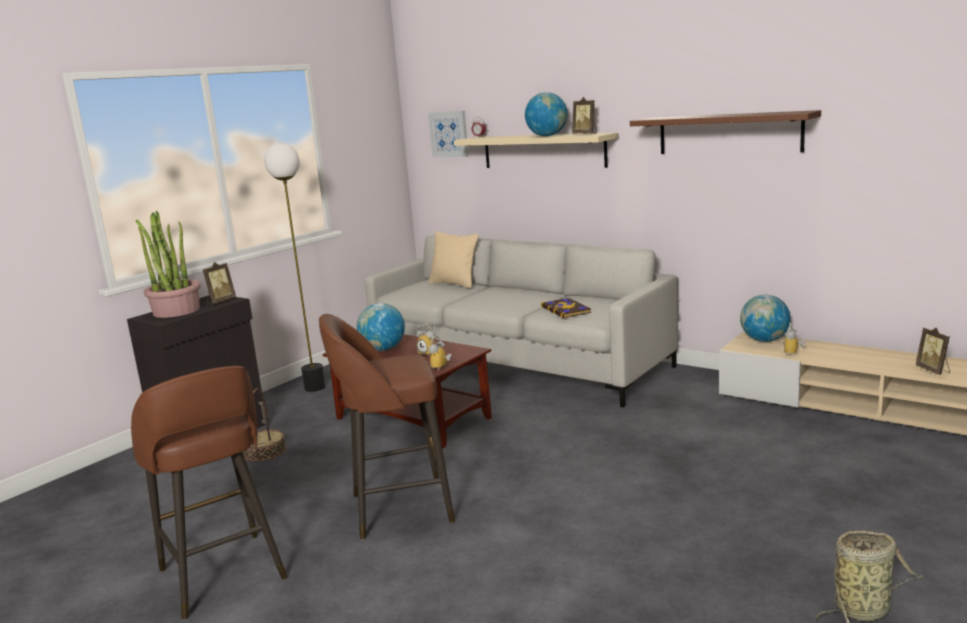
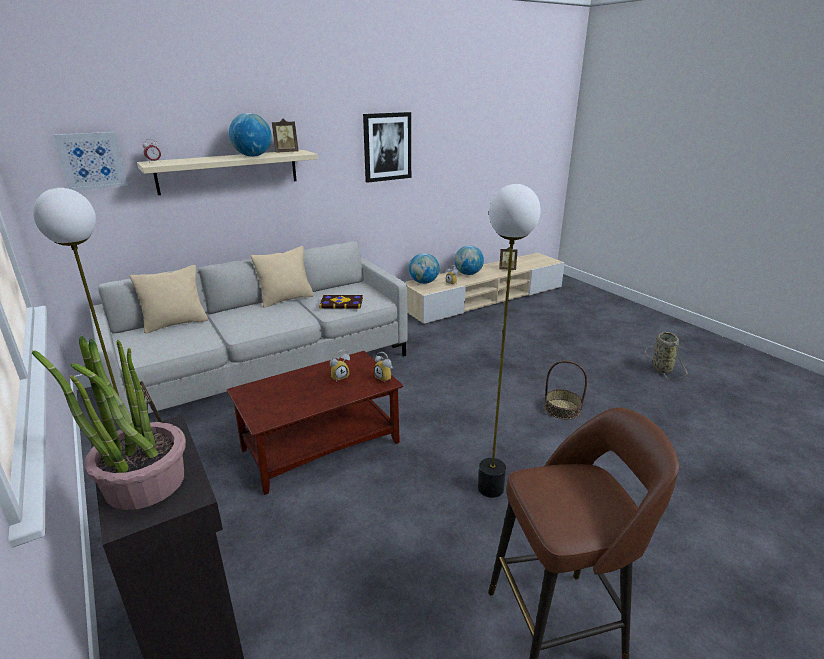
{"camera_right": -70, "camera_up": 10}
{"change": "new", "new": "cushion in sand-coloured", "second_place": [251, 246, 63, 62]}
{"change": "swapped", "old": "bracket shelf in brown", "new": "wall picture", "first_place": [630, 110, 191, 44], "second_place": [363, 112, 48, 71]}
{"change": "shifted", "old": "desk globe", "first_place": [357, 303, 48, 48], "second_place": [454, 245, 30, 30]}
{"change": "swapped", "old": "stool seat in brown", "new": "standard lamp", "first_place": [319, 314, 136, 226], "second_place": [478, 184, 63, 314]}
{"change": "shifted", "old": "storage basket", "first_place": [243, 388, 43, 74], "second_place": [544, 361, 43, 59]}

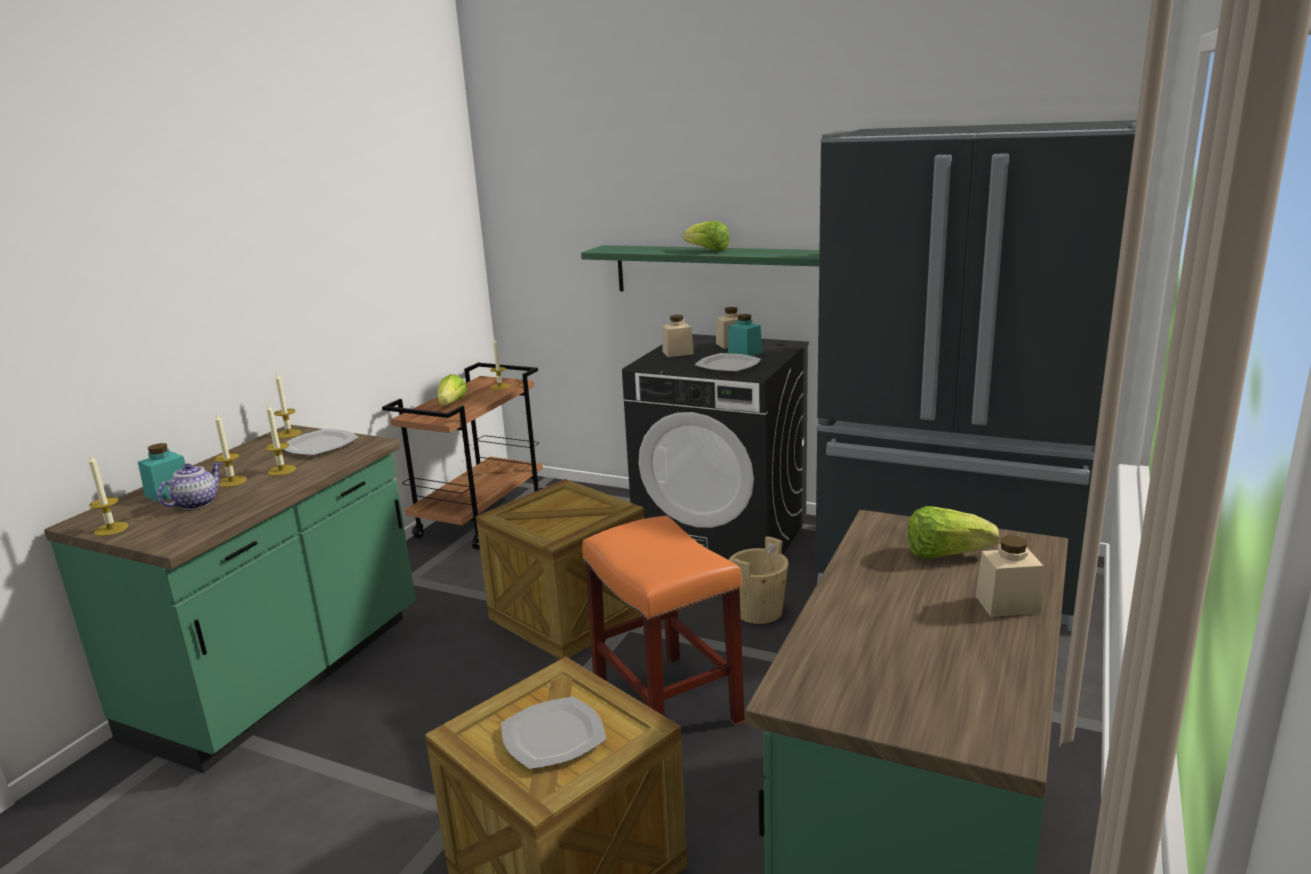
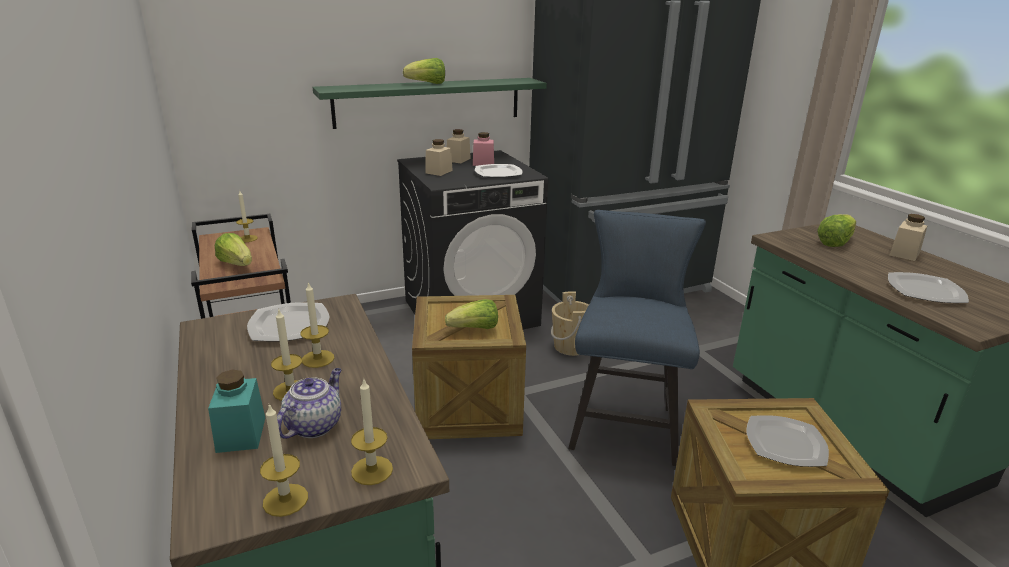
{"camera_right": -50, "camera_up": 5}
{"change": "rotated", "old": "tea pot", "first_place": [157, 462, 64, 48], "second_place": [277, 368, 65, 71], "degrees": 45}
{"change": "shifted", "old": "wax candle", "first_place": [274, 374, 28, 64], "second_place": [351, 379, 42, 106]}
{"change": "new", "new": "lettuce", "second_place": [445, 299, 53, 30]}
{"change": "repainted", "old": "jar in turquoise-coloured", "new": "jar in pink-coloured", "first_place": [728, 314, 34, 42], "second_place": [473, 132, 21, 34]}
{"change": "swapped", "old": "stool seat in orangey", "new": "upright chair in blue", "first_place": [582, 516, 163, 209], "second_place": [568, 210, 138, 256]}
{"change": "new", "new": "dinner plate", "second_place": [888, 272, 81, 31]}

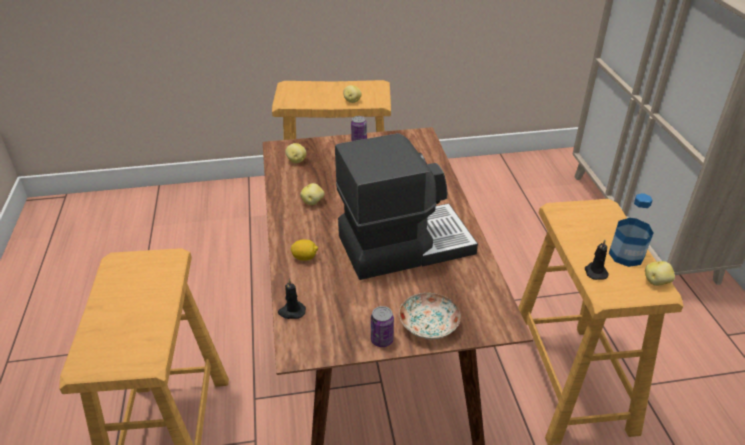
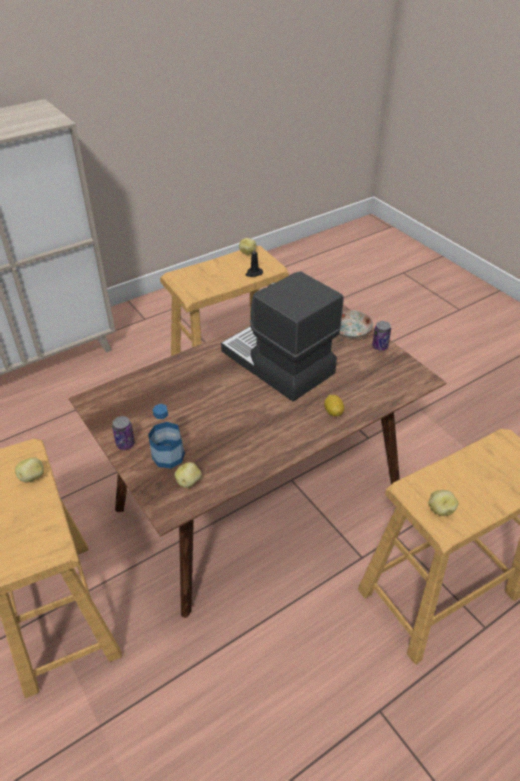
{"camera_right": -115, "camera_up": 5}
{"change": "shifted", "old": "bottle", "first_place": [609, 193, 44, 74], "second_place": [148, 404, 37, 64]}
{"change": "shifted", "old": "potato", "first_place": [300, 183, 24, 22], "second_place": [428, 490, 31, 26]}
{"change": "gone", "old": "wax candle in blackish", "first_place": [278, 279, 28, 40]}

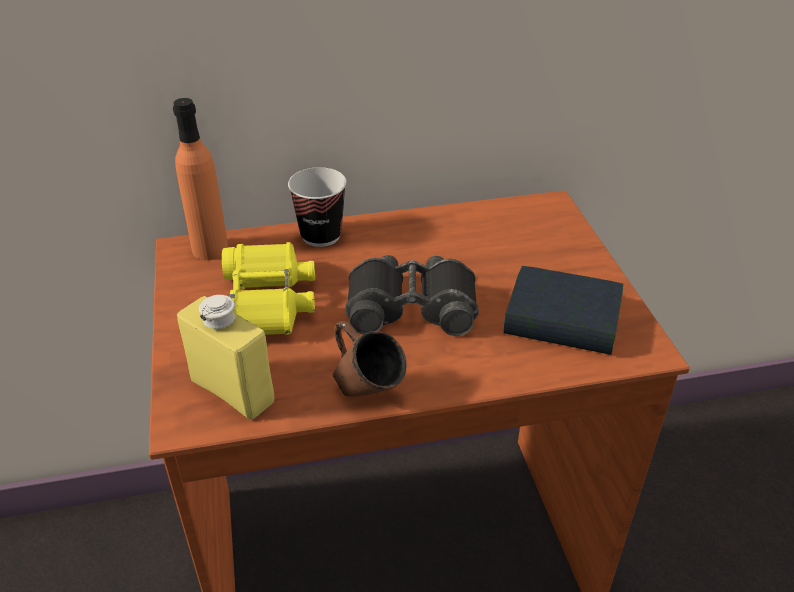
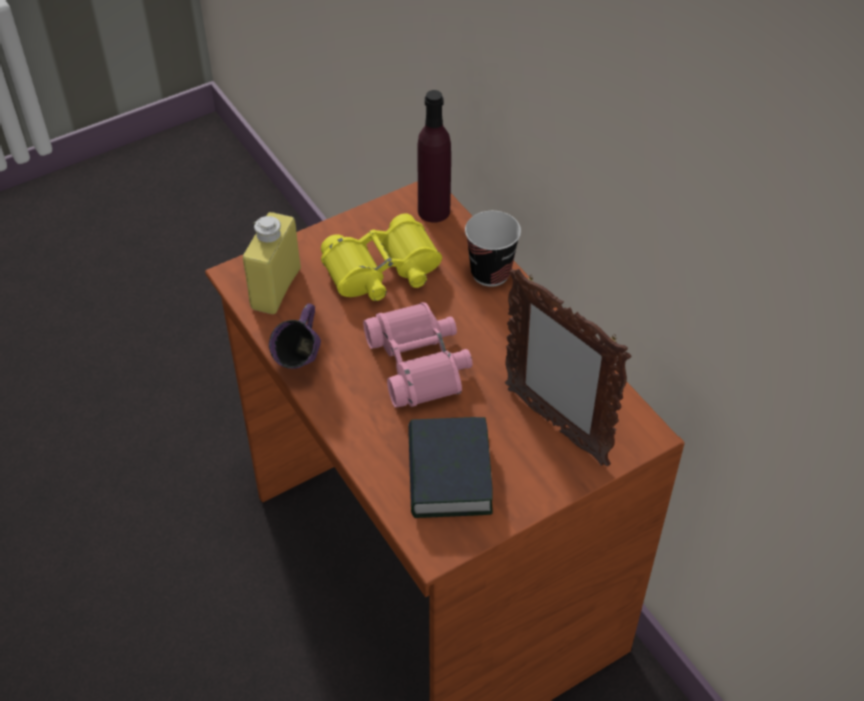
{"camera_right": 70, "camera_up": 10}
{"change": "repainted", "old": "coffee mug in brown", "new": "coffee mug in purple", "first_place": [333, 321, 74, 75], "second_place": [269, 303, 52, 66]}
{"change": "repainted", "old": "field glasses in blackish", "new": "field glasses in pink-coloured", "first_place": [345, 255, 134, 81], "second_place": [363, 302, 110, 106]}
{"change": "repainted", "old": "bottle in orangey", "new": "bottle in purple", "first_place": [173, 98, 55, 162], "second_place": [417, 90, 34, 133]}
{"change": "new", "new": "picture frame", "second_place": [505, 268, 127, 198]}

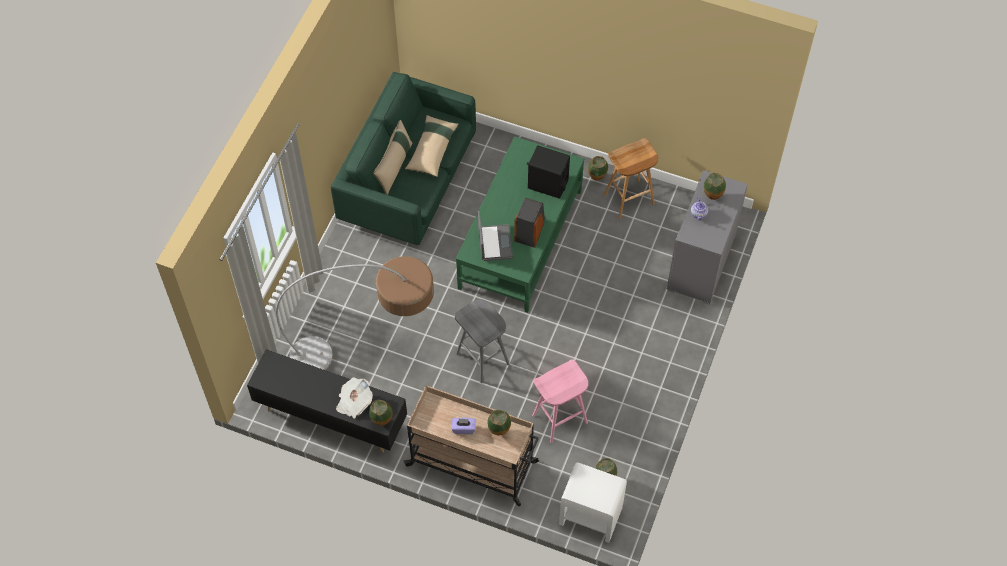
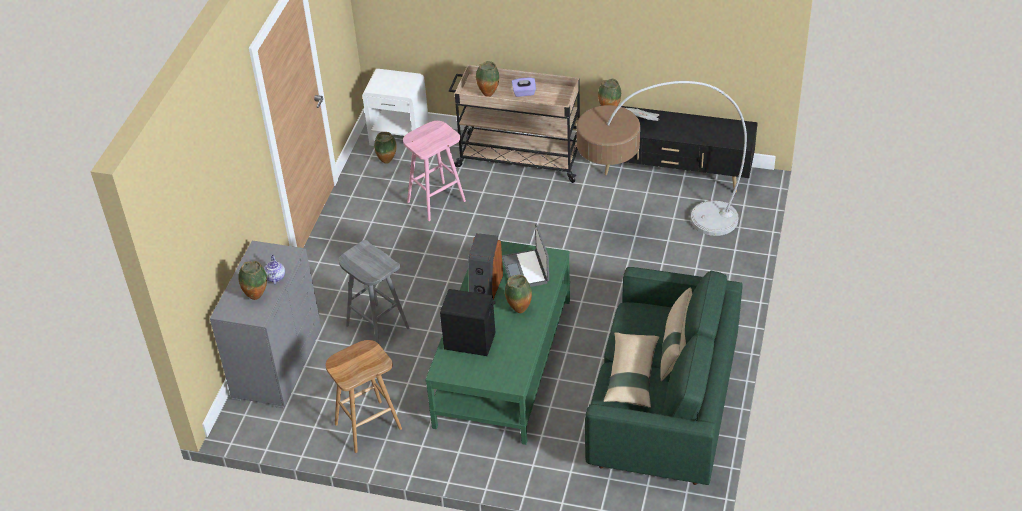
{"camera_right": 175, "camera_up": -15}
{"change": "shifted", "old": "stool seat in greyish", "first_place": [455, 299, 54, 84], "second_place": [339, 240, 70, 105]}
{"change": "shifted", "old": "decorative vase", "first_place": [588, 156, 20, 25], "second_place": [505, 275, 27, 38]}

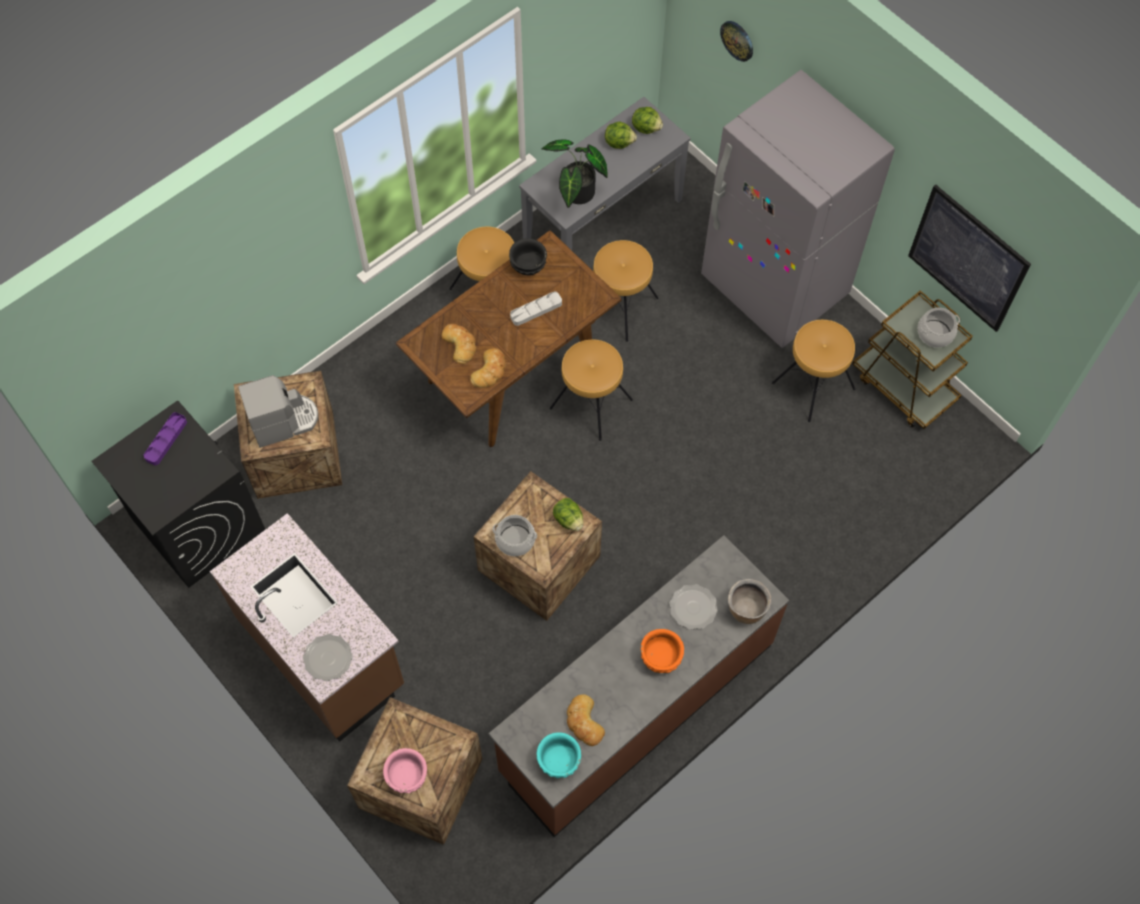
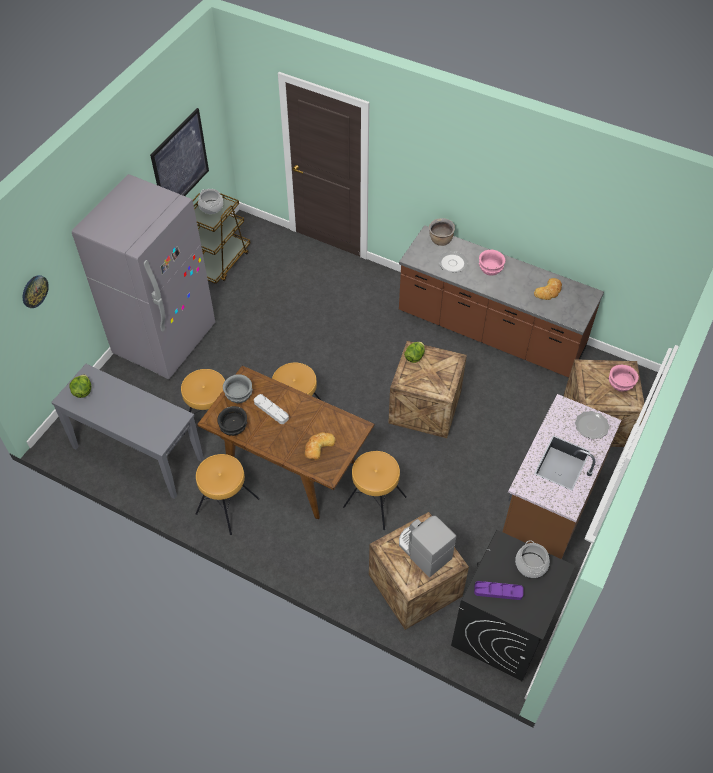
{"camera_right": -110, "camera_up": -10}
{"change": "new", "new": "bowl in greyish", "second_place": [223, 374, 30, 29]}
{"change": "shifted", "old": "stool seat in brown", "first_place": [772, 320, 83, 102], "second_place": [343, 451, 64, 79]}
{"change": "repainted", "old": "bowl in orangey", "new": "bowl in pink-coloured", "first_place": [641, 629, 43, 44], "second_place": [479, 250, 26, 26]}
{"change": "shifted", "old": "stockpot", "first_place": [492, 515, 45, 41], "second_place": [515, 540, 35, 38]}
{"change": "gone", "old": "bread", "first_place": [470, 348, 36, 40]}
{"change": "gone", "old": "bowl in turquoise-coloured", "first_place": [536, 732, 45, 46]}
{"change": "gone", "old": "potted plant", "first_place": [542, 139, 66, 69]}
{"change": "gone", "old": "lettuce", "first_place": [605, 121, 32, 28]}

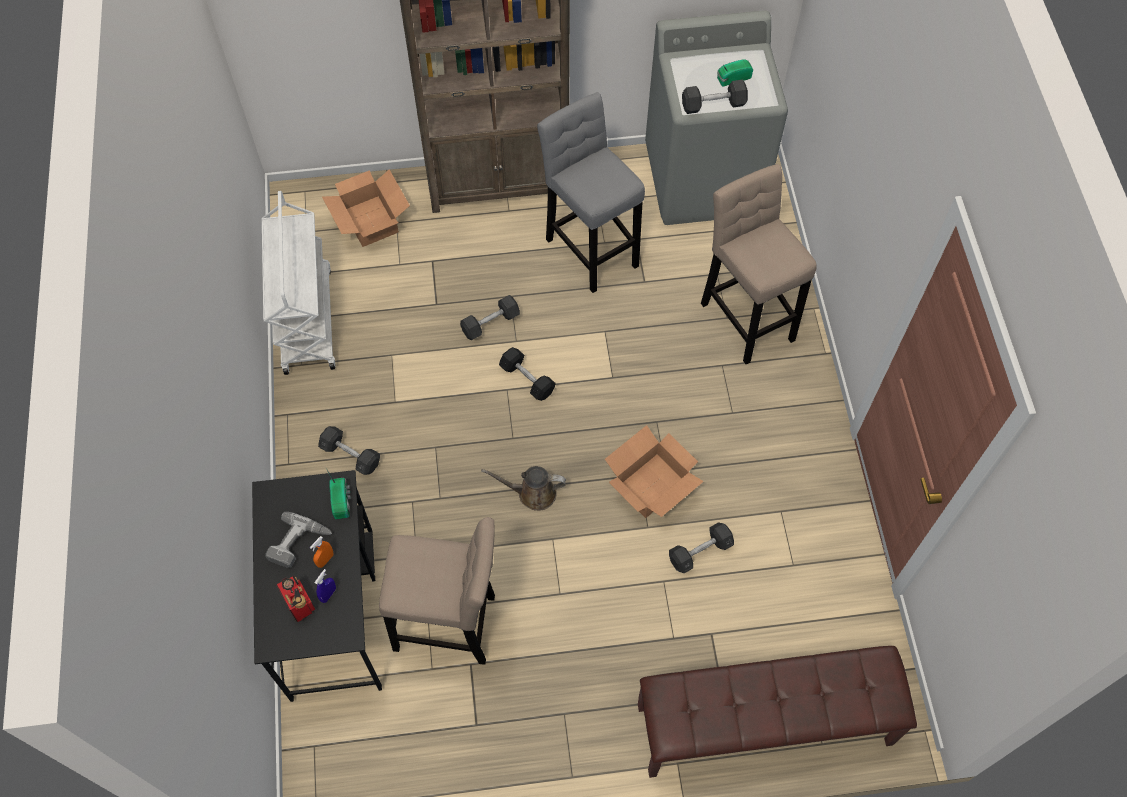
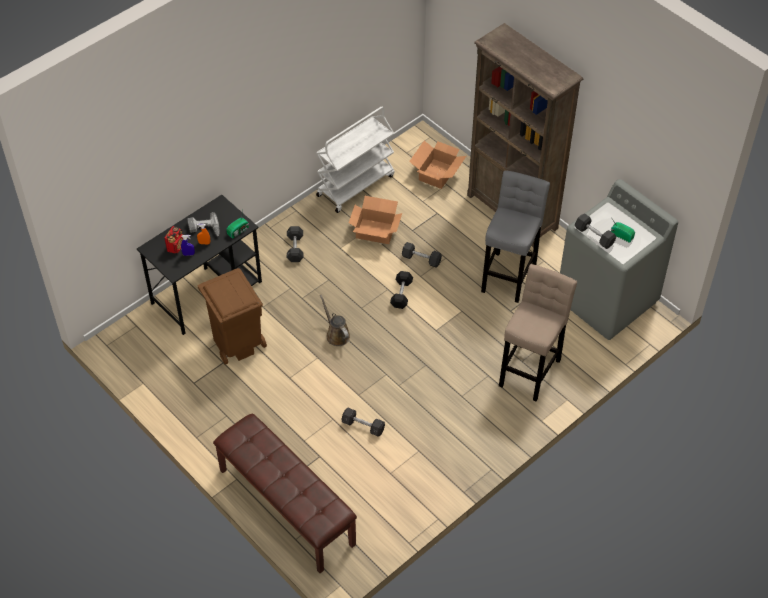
{"camera_right": 55, "camera_up": -10}
{"change": "swapped", "old": "stool seat in sand-coloured", "new": "rubbish bin in brown", "first_place": [379, 517, 116, 148], "second_place": [198, 268, 69, 97]}
{"change": "shifted", "old": "packing box", "first_place": [605, 425, 99, 93], "second_place": [349, 196, 53, 48]}

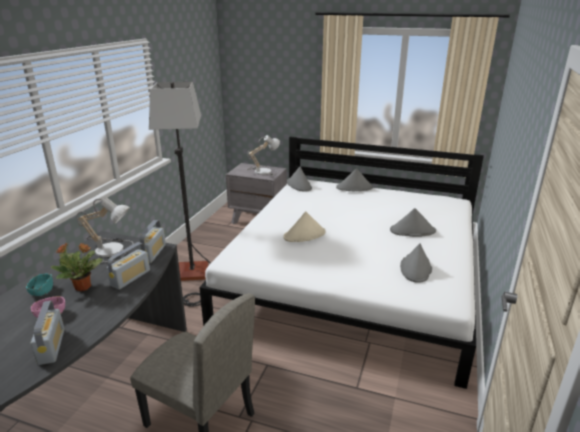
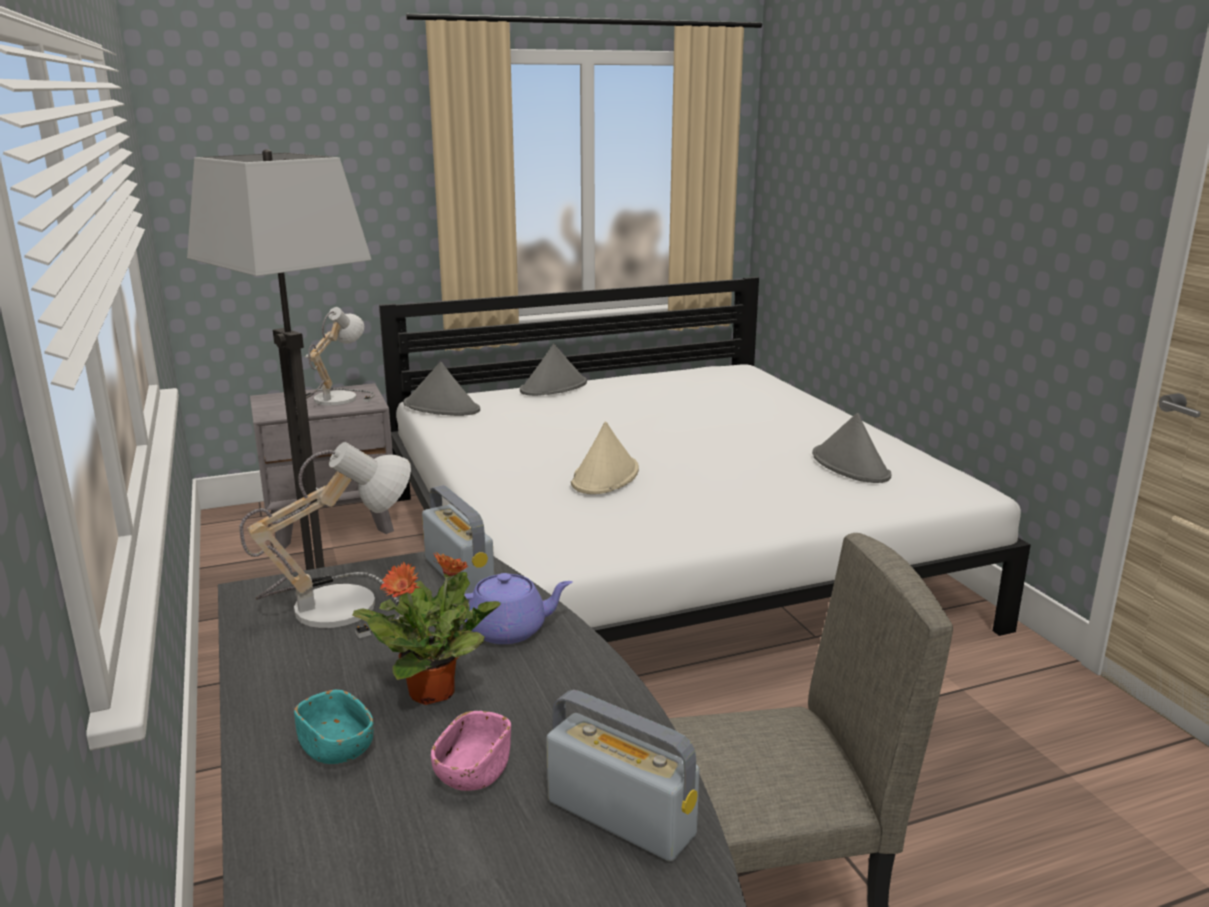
{"camera_right": -40, "camera_up": -5}
{"change": "swapped", "old": "radio receiver", "new": "tea pot in purple", "first_place": [107, 242, 43, 48], "second_place": [464, 573, 108, 71]}
{"change": "gone", "old": "hat in greyish", "first_place": [390, 208, 46, 29]}

